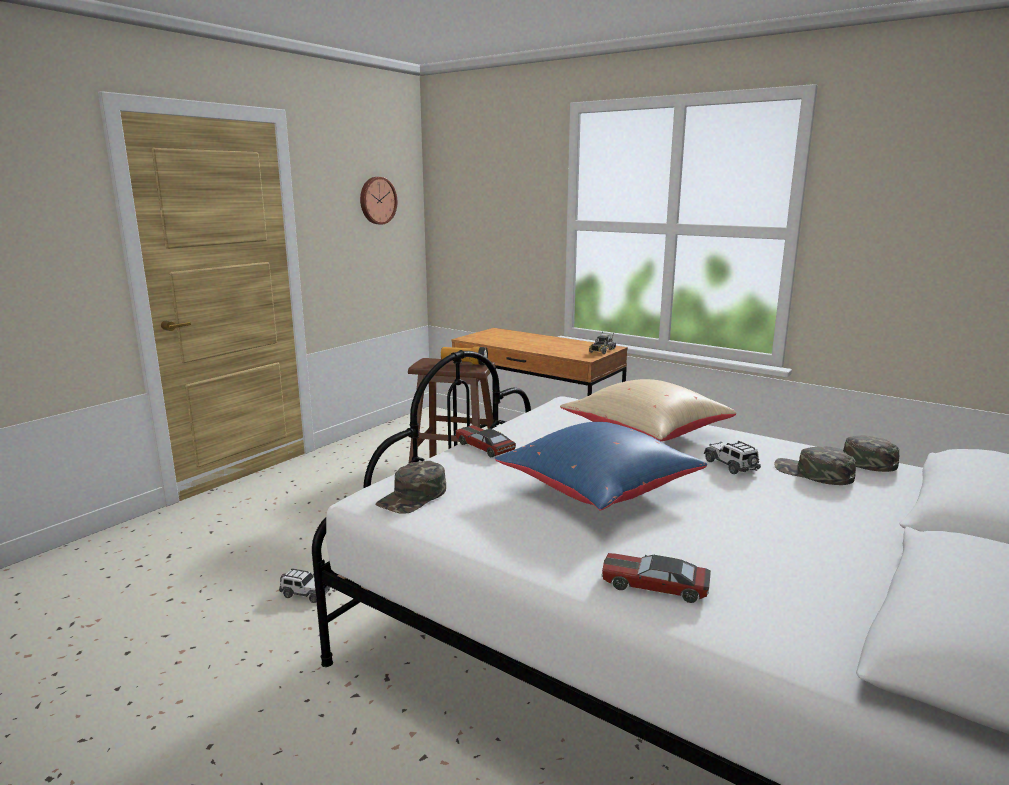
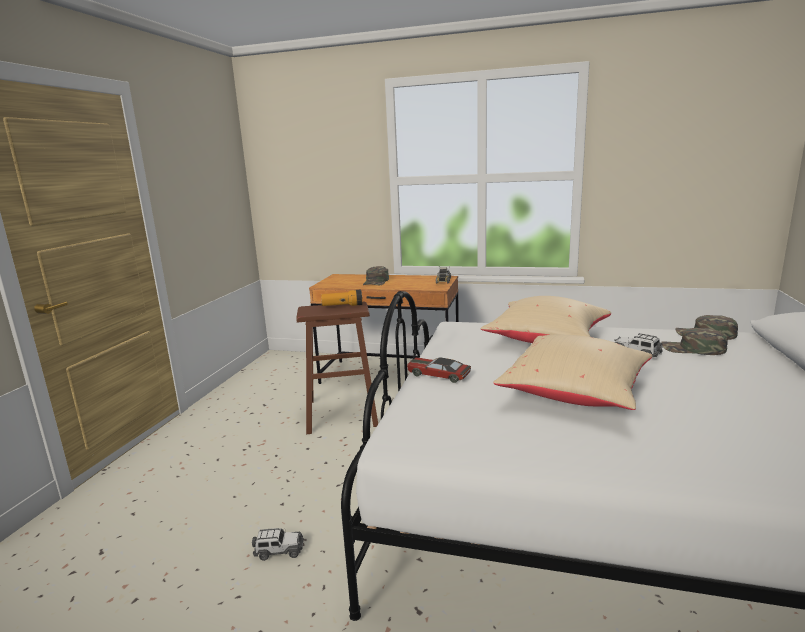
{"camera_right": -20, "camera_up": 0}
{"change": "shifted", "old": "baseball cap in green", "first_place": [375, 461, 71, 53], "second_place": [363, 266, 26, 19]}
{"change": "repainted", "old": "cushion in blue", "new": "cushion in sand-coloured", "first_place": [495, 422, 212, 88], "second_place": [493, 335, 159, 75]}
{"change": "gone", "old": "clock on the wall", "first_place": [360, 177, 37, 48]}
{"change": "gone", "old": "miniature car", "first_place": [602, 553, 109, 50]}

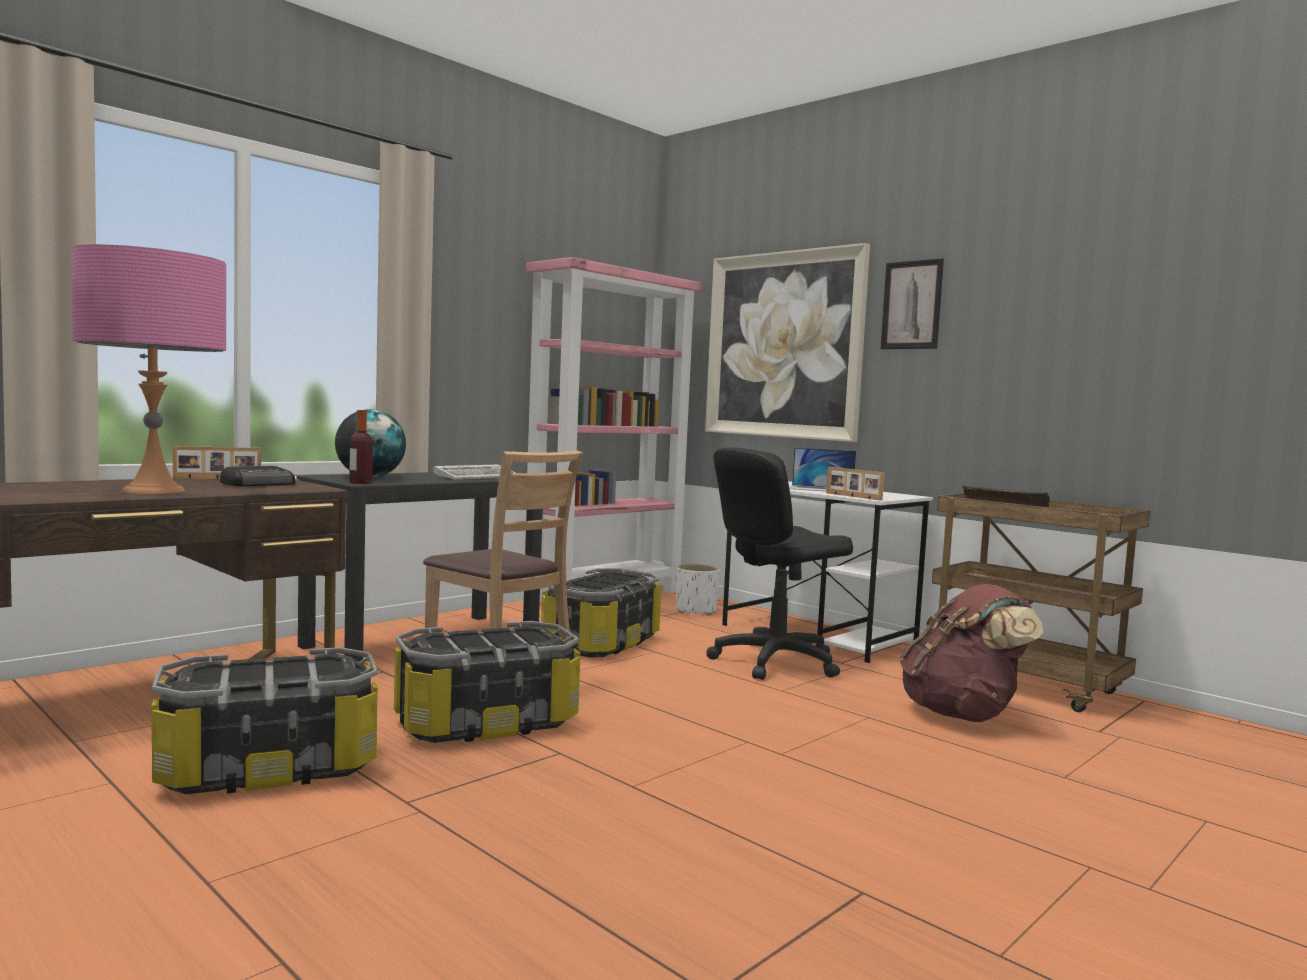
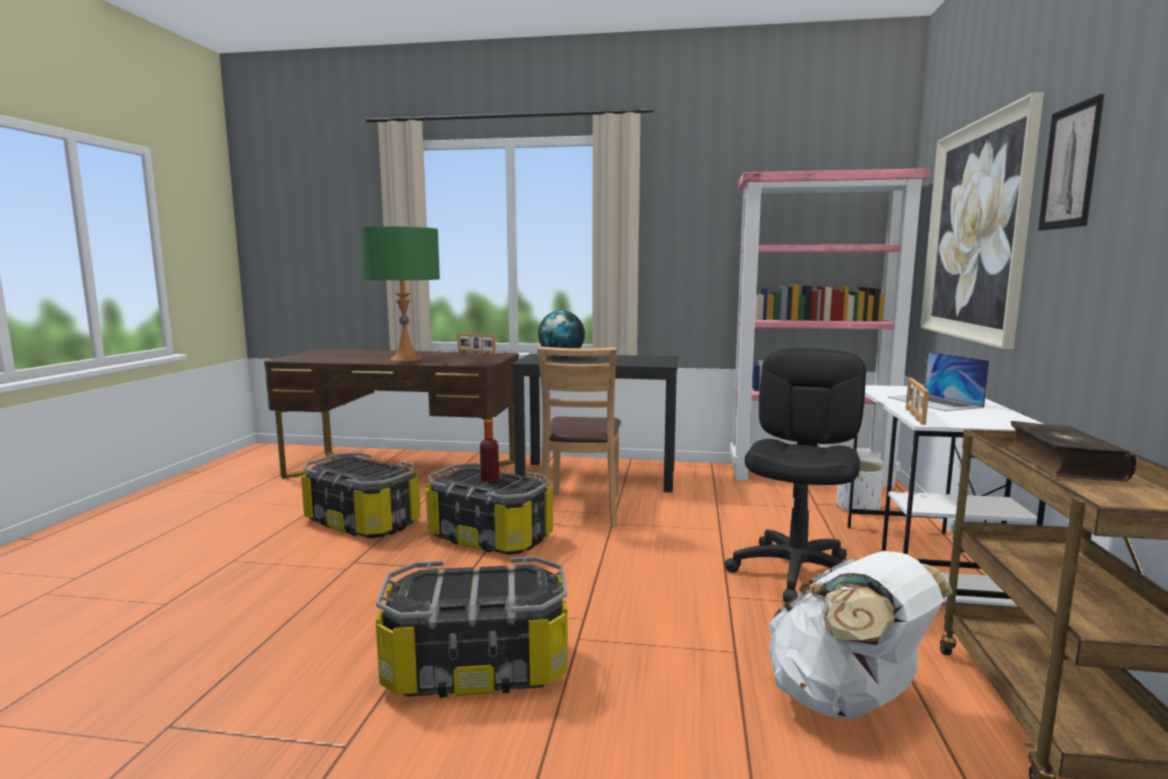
{"camera_right": 55, "camera_up": 5}
{"change": "repainted", "old": "lamp for a table in pink-coloured", "new": "lamp for a table in green", "first_place": [71, 244, 155, 250], "second_place": [360, 226, 80, 136]}
{"change": "shifted", "old": "storage container", "first_place": [541, 568, 120, 90], "second_place": [376, 556, 192, 142]}
{"change": "shifted", "old": "bottle", "first_place": [349, 410, 24, 74], "second_place": [480, 420, 19, 62]}
{"change": "rotated", "old": "computer chair in blackish", "first_place": [706, 448, 147, 232], "second_place": [724, 348, 142, 254], "degrees": 90}
{"change": "repainted", "old": "knapsack in brown", "new": "knapsack in white-coloured", "first_place": [900, 584, 143, 138], "second_place": [768, 551, 184, 168]}
{"change": "gone", "old": "radio receiver", "first_place": [220, 466, 75, 20]}
{"change": "gone", "old": "computer keyboard", "first_place": [433, 464, 83, 16]}

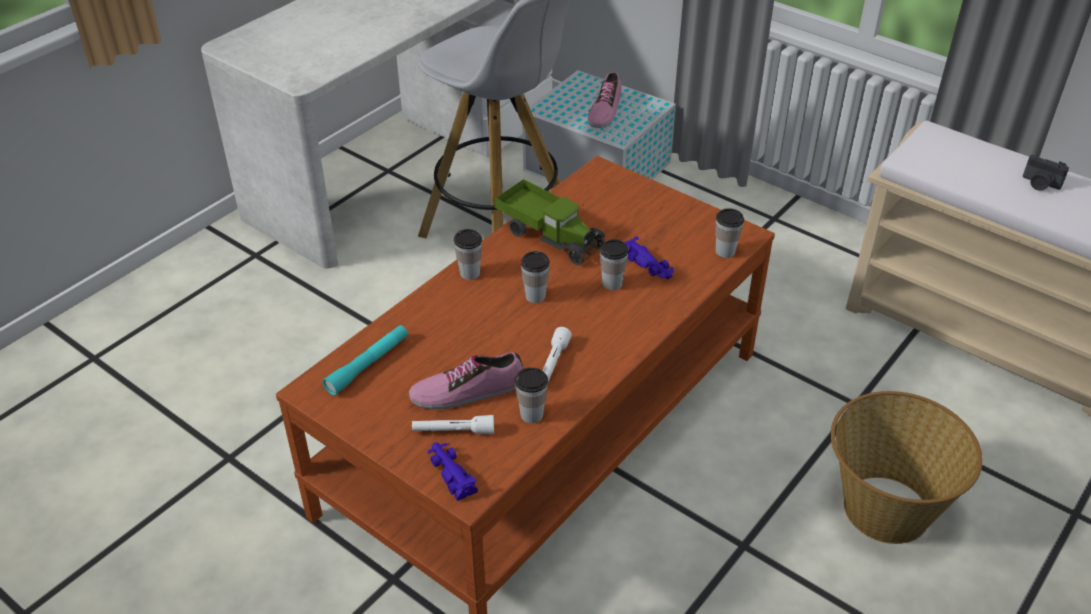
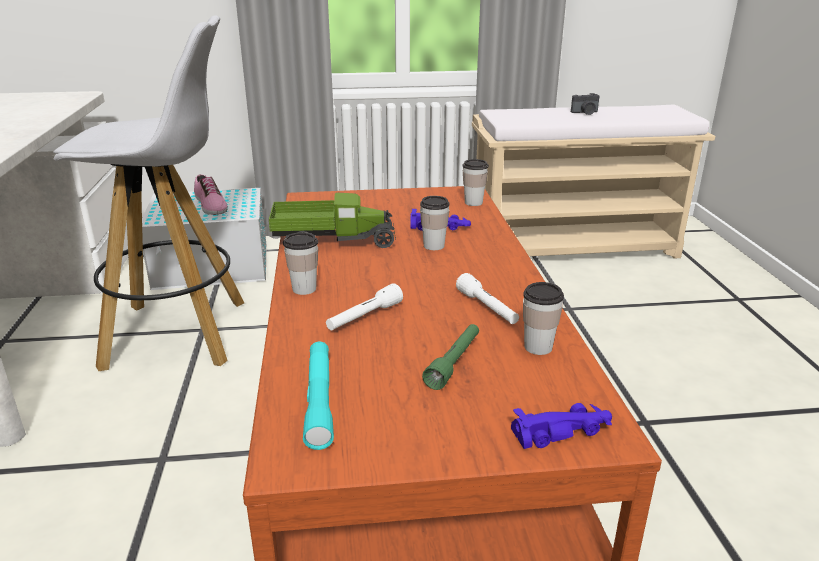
{"camera_right": -45, "camera_up": -15}
{"change": "shifted", "old": "hand torch in white-coloured", "first_place": [412, 415, 82, 19], "second_place": [326, 283, 77, 47]}
{"change": "swapped", "old": "item of footwear", "new": "hand torch in green", "first_place": [409, 352, 115, 57], "second_place": [422, 324, 57, 66]}
{"change": "rotated", "old": "miniature car in purple", "first_place": [427, 442, 51, 59], "second_place": [511, 403, 101, 46], "degrees": 150}
{"change": "gone", "old": "drinking cup", "first_place": [521, 251, 29, 52]}
{"change": "gone", "old": "storage basket", "first_place": [831, 391, 152, 153]}

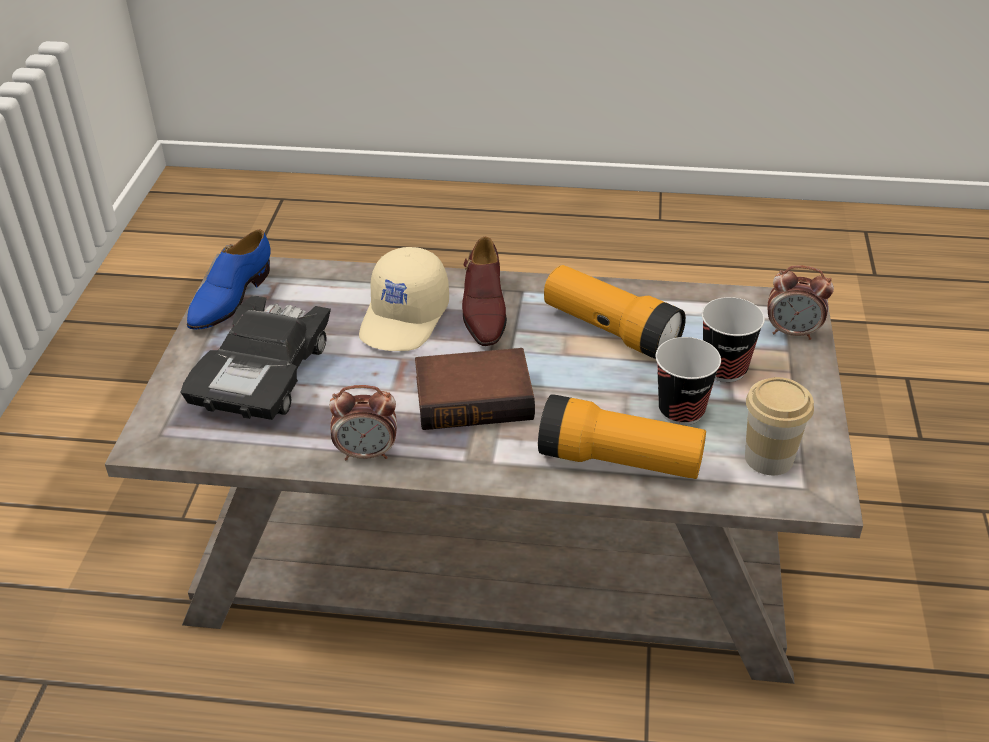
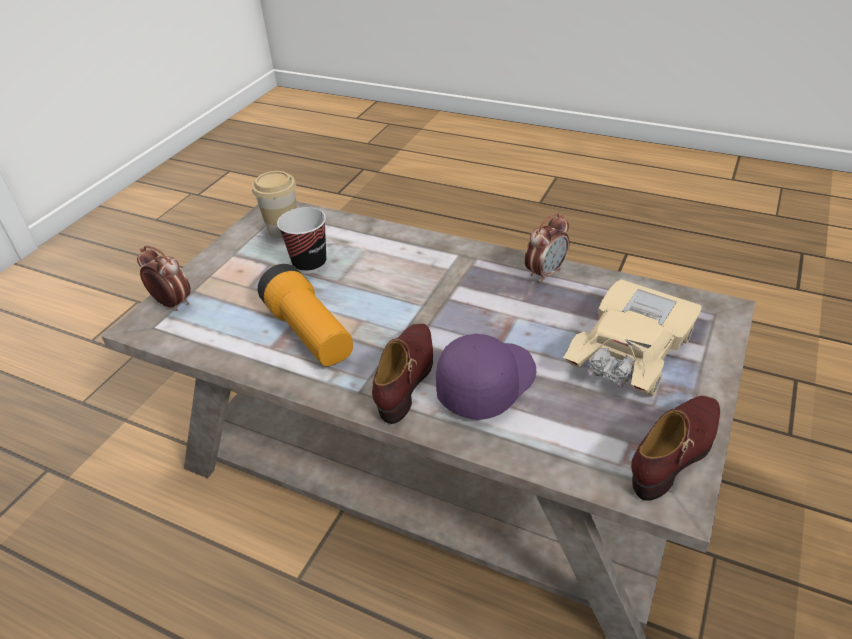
{"camera_right": -160, "camera_up": 0}
{"change": "repainted", "old": "baseball cap in sand-coloured", "new": "baseball cap in purple", "first_place": [359, 247, 90, 104], "second_place": [436, 333, 100, 87]}
{"change": "rotated", "old": "table clock", "first_place": [329, 385, 68, 75], "second_place": [524, 213, 46, 70], "degrees": 120}
{"change": "repainted", "old": "miniature car in blackish", "new": "miniature car in sand-coloured", "first_place": [180, 295, 151, 125], "second_place": [563, 279, 139, 117]}
{"change": "repainted", "old": "item of footwear in blue", "new": "item of footwear in brown", "first_place": [187, 230, 84, 100], "second_place": [631, 396, 89, 105]}
{"change": "gone", "old": "bound book", "first_place": [415, 348, 120, 82]}
{"change": "gone", "old": "hand torch", "first_place": [538, 394, 168, 85]}
{"change": "gone", "old": "drinking cup", "first_place": [702, 297, 63, 85]}

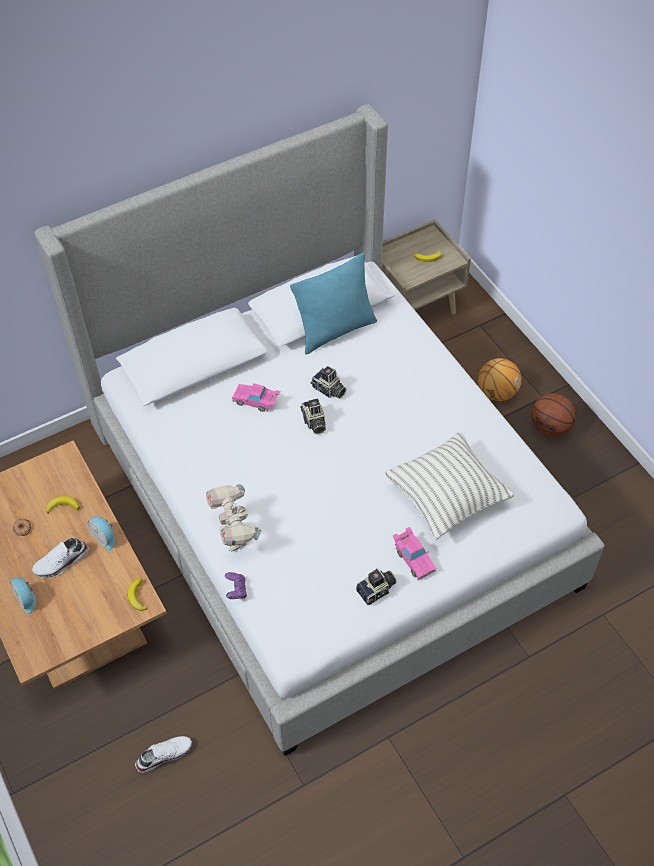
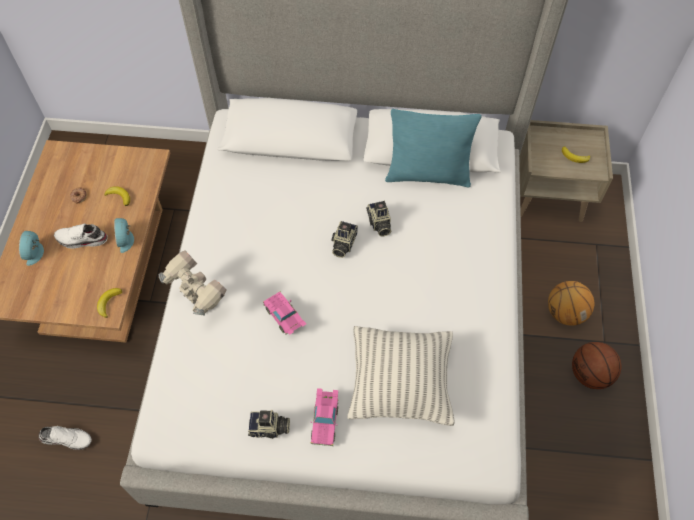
{"camera_right": 35, "camera_up": 5}
{"change": "rotated", "old": "robot figure", "first_place": [206, 484, 55, 68], "second_place": [159, 250, 68, 65], "degrees": 120}
{"change": "shifted", "old": "miniature car in pink-coloured", "first_place": [232, 383, 49, 29], "second_place": [263, 291, 43, 44]}
{"change": "gone", "old": "game controller in purple", "first_place": [225, 572, 22, 27]}

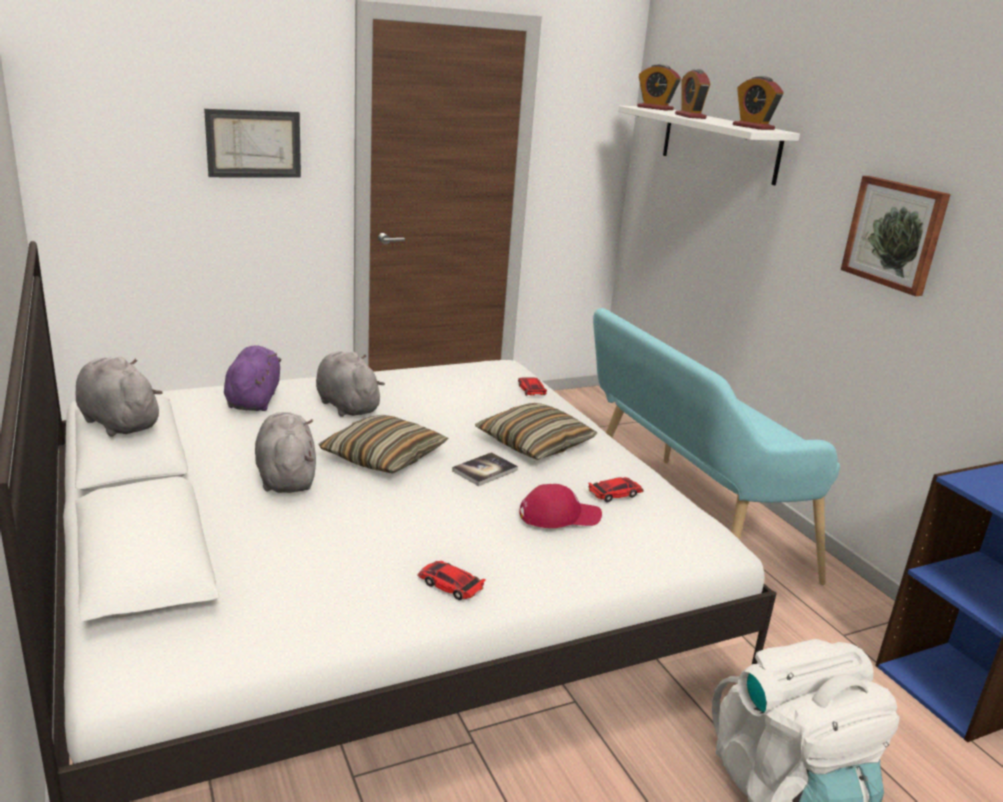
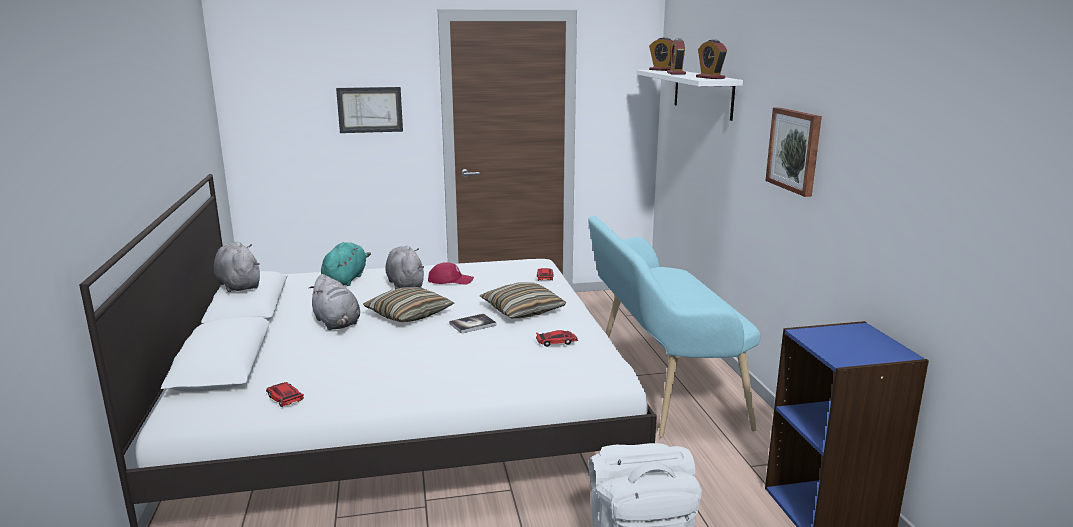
{"camera_right": 15, "camera_up": -5}
{"change": "shifted", "old": "miniature car", "first_place": [417, 561, 69, 39], "second_place": [266, 382, 38, 25]}
{"change": "rotated", "old": "soft toy in greyish", "first_place": [255, 412, 61, 81], "second_place": [308, 274, 52, 56], "degrees": 150}
{"change": "repainted", "old": "soft toy in purple", "new": "soft toy in turquoise-coloured", "first_place": [224, 346, 57, 65], "second_place": [321, 242, 50, 44]}
{"change": "shifted", "old": "baseball cap in red-coloured", "first_place": [519, 484, 83, 44], "second_place": [428, 262, 46, 23]}

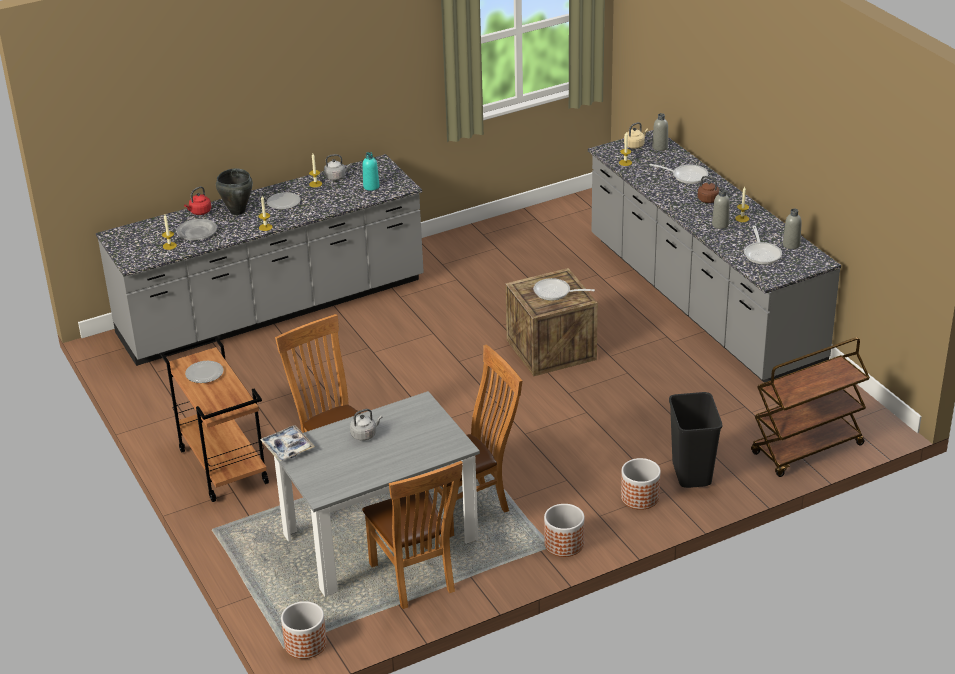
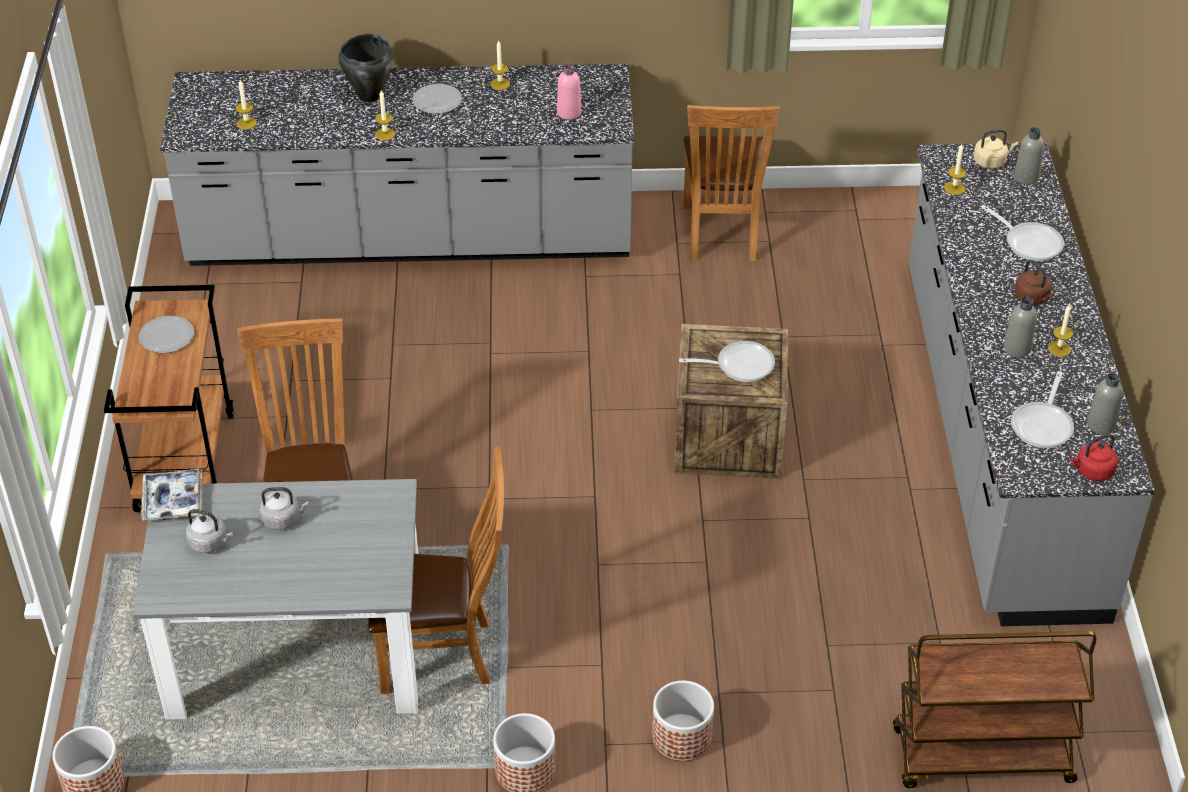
{"camera_right": 25, "camera_up": 10}
{"change": "shifted", "old": "water kettle in greyish", "first_place": [324, 154, 27, 26], "second_place": [186, 509, 47, 44]}
{"change": "repainted", "old": "bottle in turquoise-coloured", "new": "bottle in pink-coloured", "first_place": [362, 152, 17, 39], "second_place": [557, 63, 24, 57]}
{"change": "rotated", "old": "skillet", "first_place": [533, 278, 62, 23], "second_place": [679, 341, 96, 41], "degrees": 135}
{"change": "shifted", "old": "upright chair in brown", "first_place": [362, 461, 101, 148], "second_place": [684, 105, 96, 156]}
{"change": "shifted", "old": "water kettle in red-coloured", "first_place": [184, 186, 27, 29], "second_place": [1070, 434, 48, 47]}
{"change": "gone", "old": "dinner plate in greyish", "first_place": [177, 219, 40, 21]}
{"change": "gone", "old": "rubbish bin in blackish", "first_place": [669, 392, 53, 96]}

